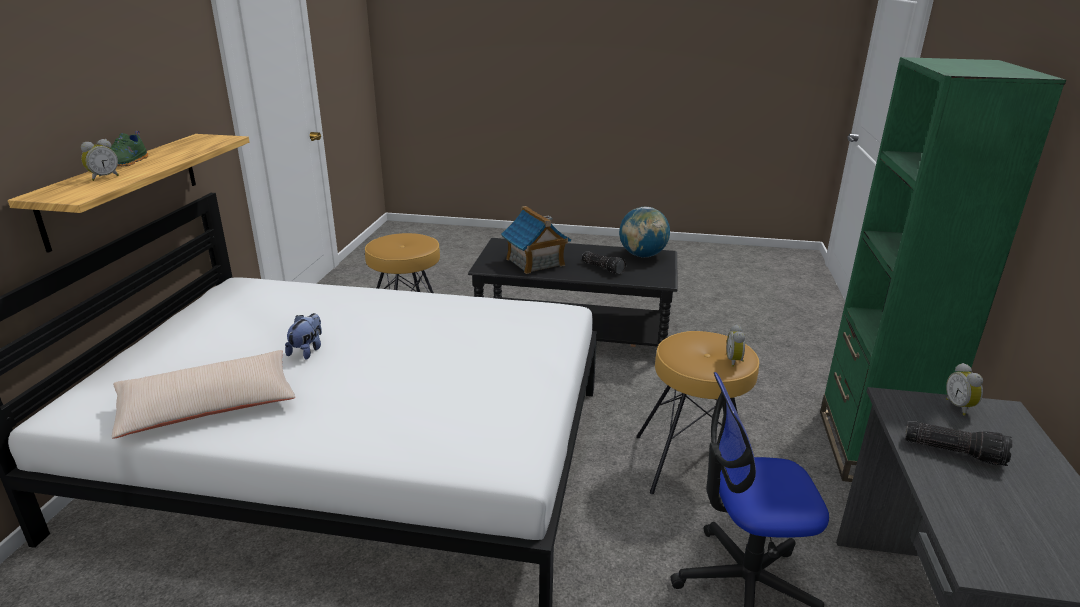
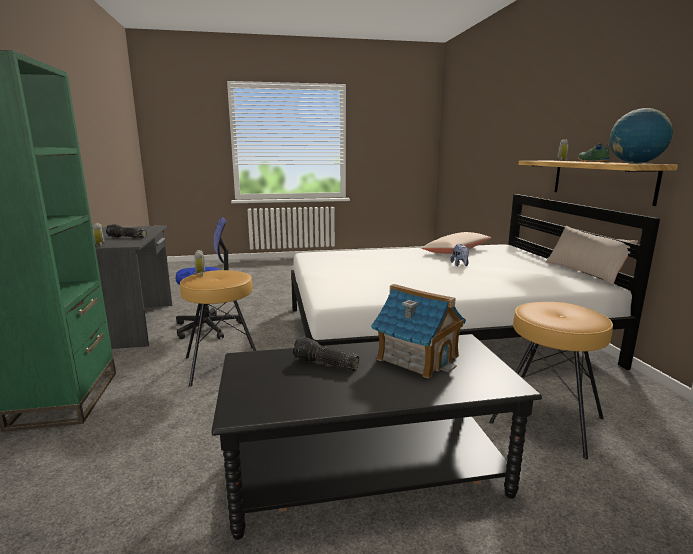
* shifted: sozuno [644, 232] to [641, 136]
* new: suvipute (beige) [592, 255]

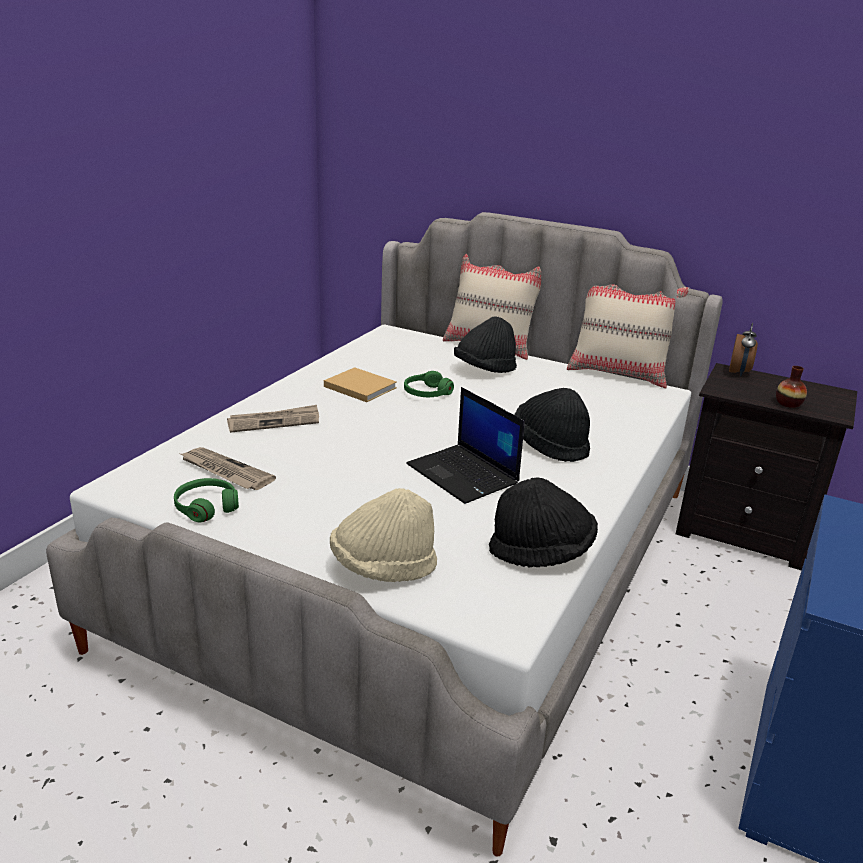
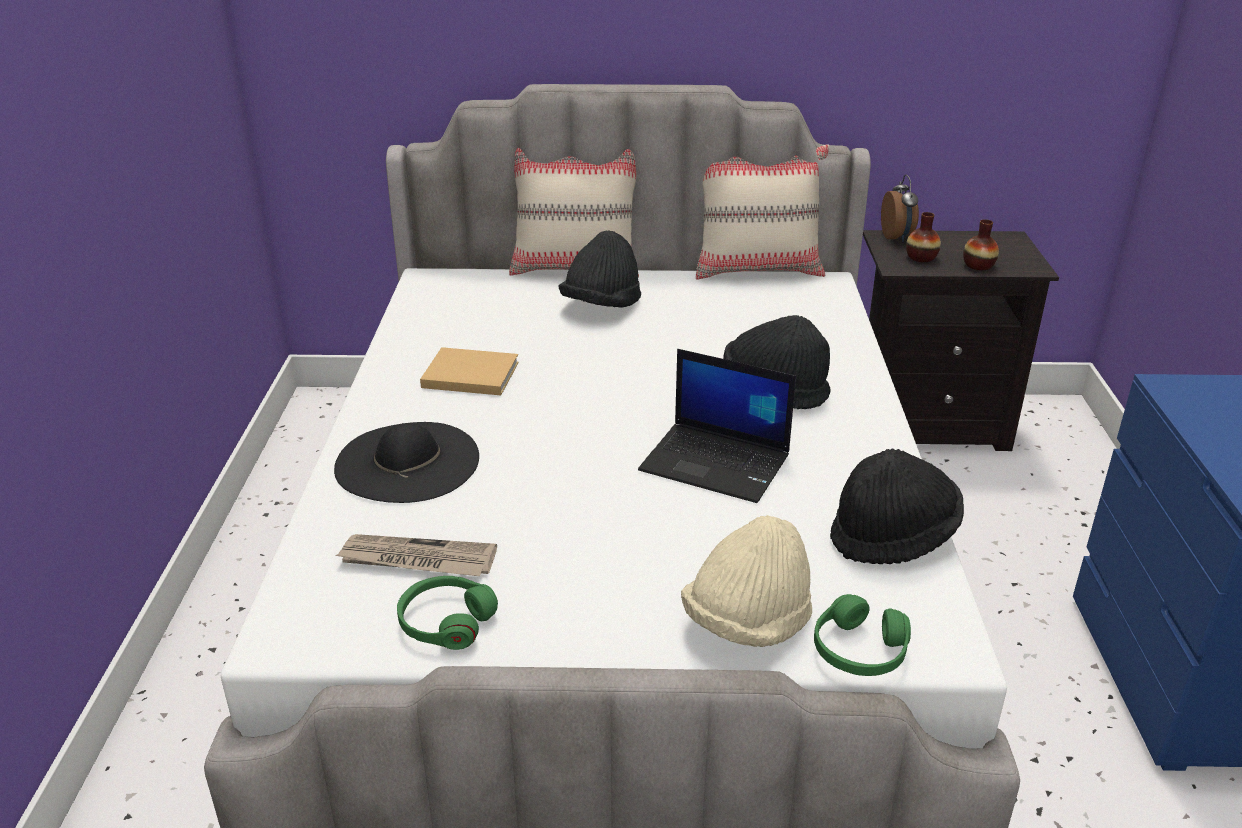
* swapped: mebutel [273, 419] to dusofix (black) [406, 462]
* shifted: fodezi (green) [429, 384] to [862, 635]
* new: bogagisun [923, 237]

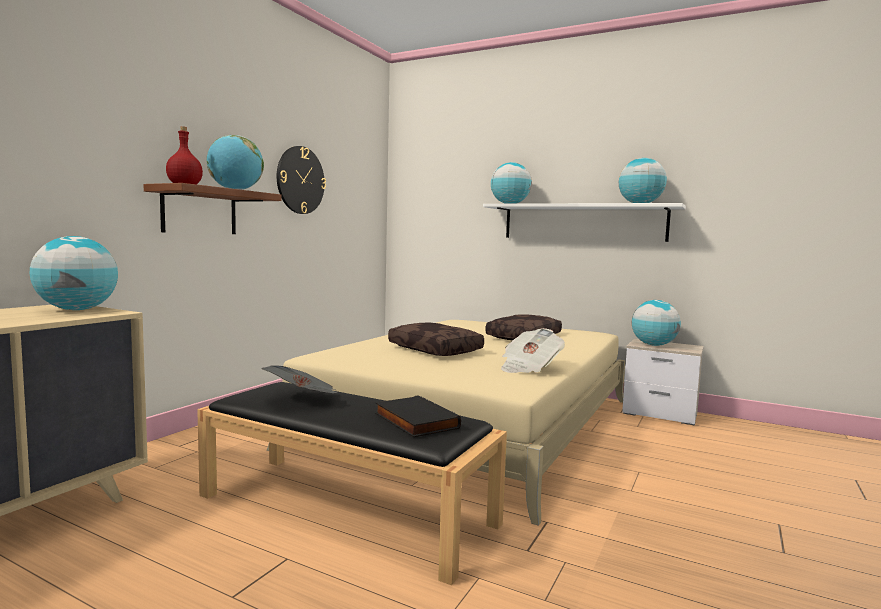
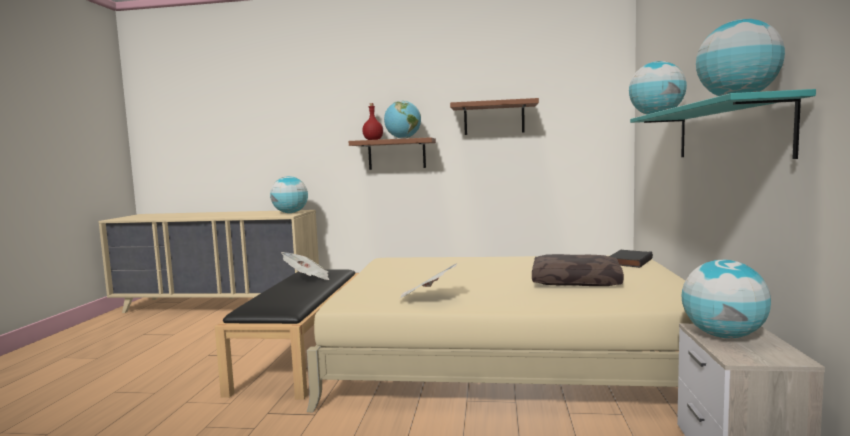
* swapped: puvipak [301, 180] to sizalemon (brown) [494, 116]
* shifted: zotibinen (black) [418, 416] to [631, 259]
* gone: suvipute (brown) [436, 339]
* repainted: sizalemon (white) [584, 222] to sizalemon (turquoise) [723, 124]

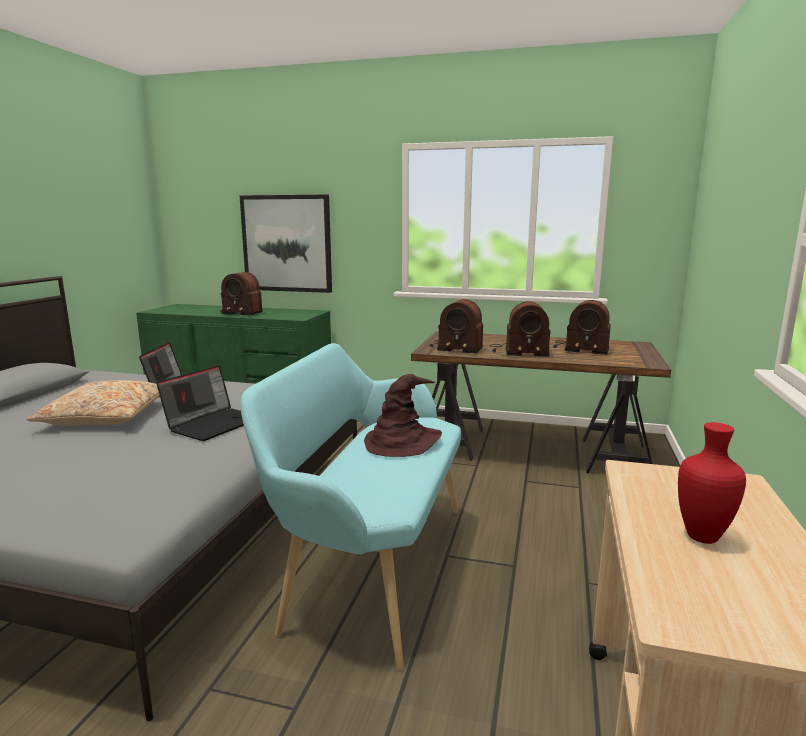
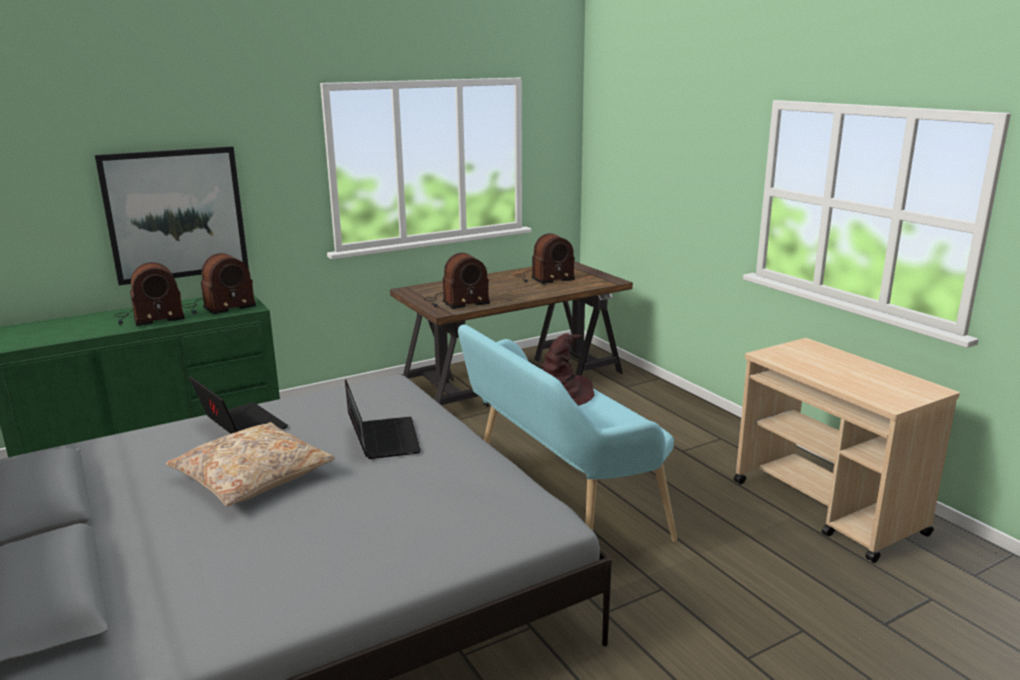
* shifted: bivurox [521, 329] to [219, 283]
* gone: bogagisun (red) [712, 483]

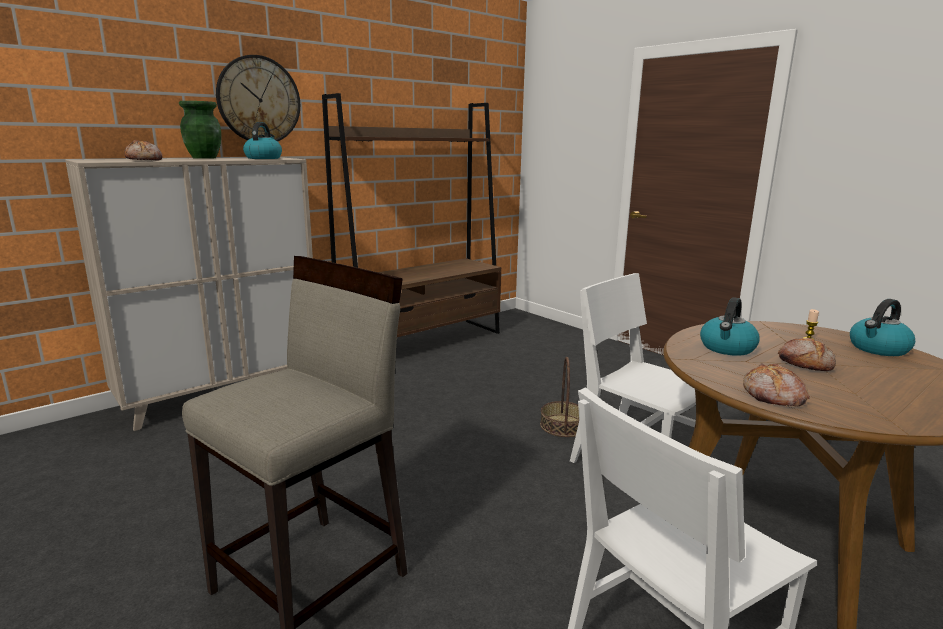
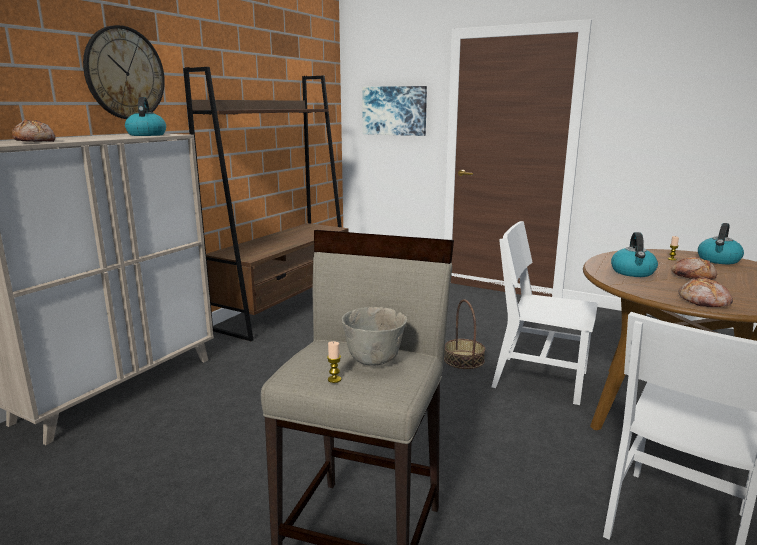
* gone: bogagisun (green) [200, 130]
* new: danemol [334, 362]
* new: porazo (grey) [374, 336]
* new: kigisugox [394, 111]

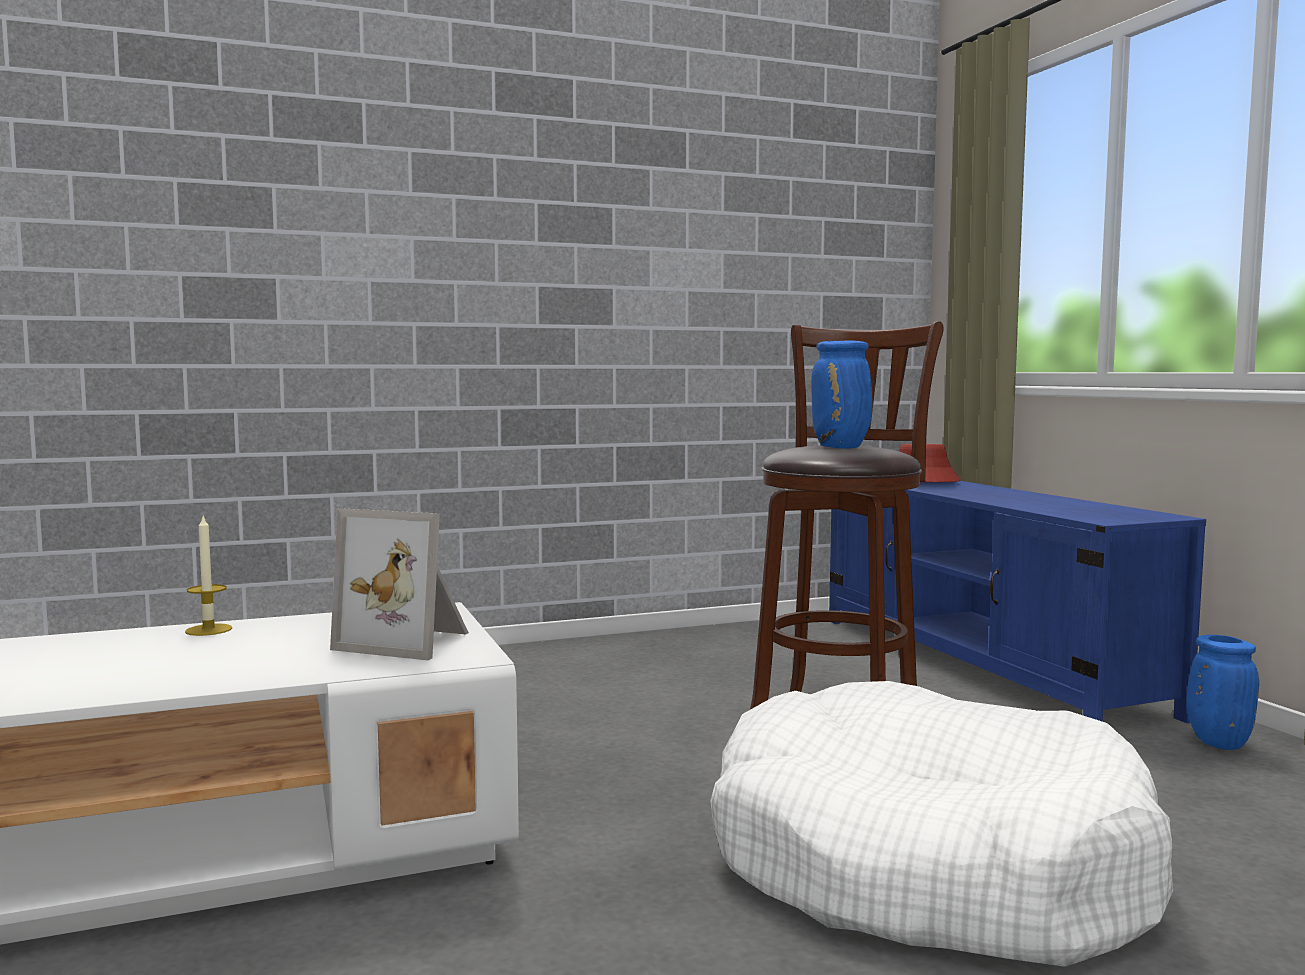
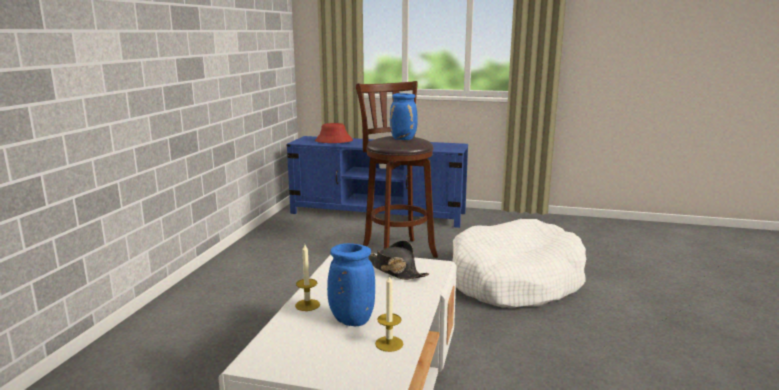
* swapped: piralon [399, 584] to dusofix (black) [398, 260]
* shifted: bogagisun (blue) [1222, 692] to [351, 284]
* new: danemol [389, 313]

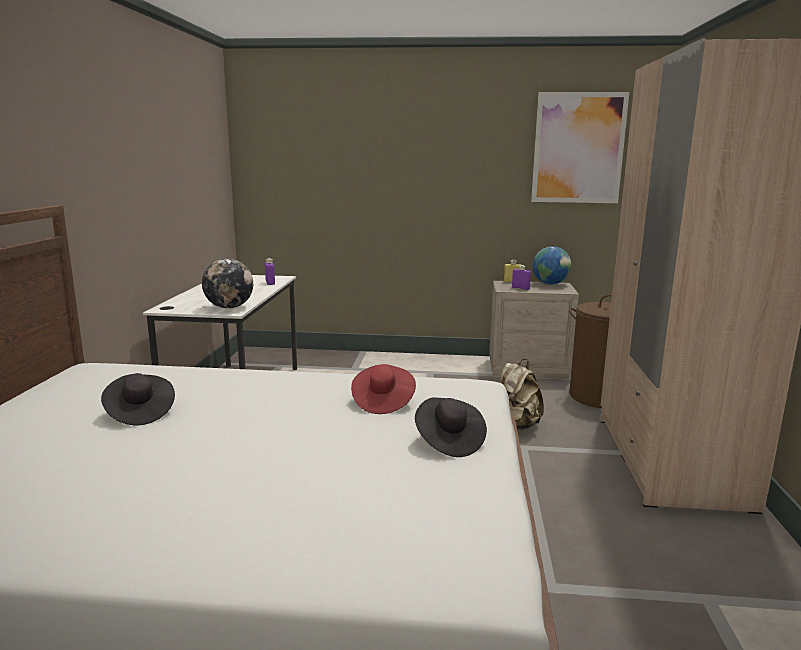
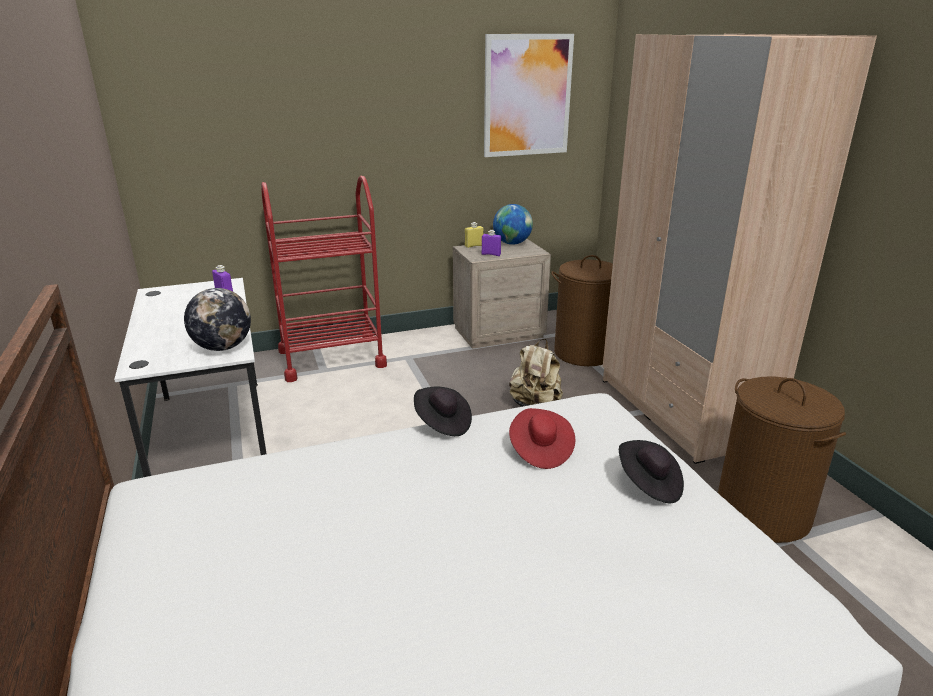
* shifted: dusofix (black) [138, 399] to [443, 411]
* new: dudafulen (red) [324, 279]
* new: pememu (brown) [782, 459]

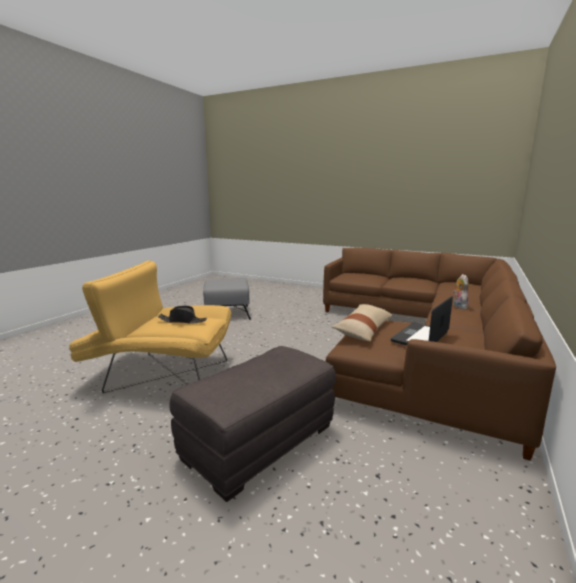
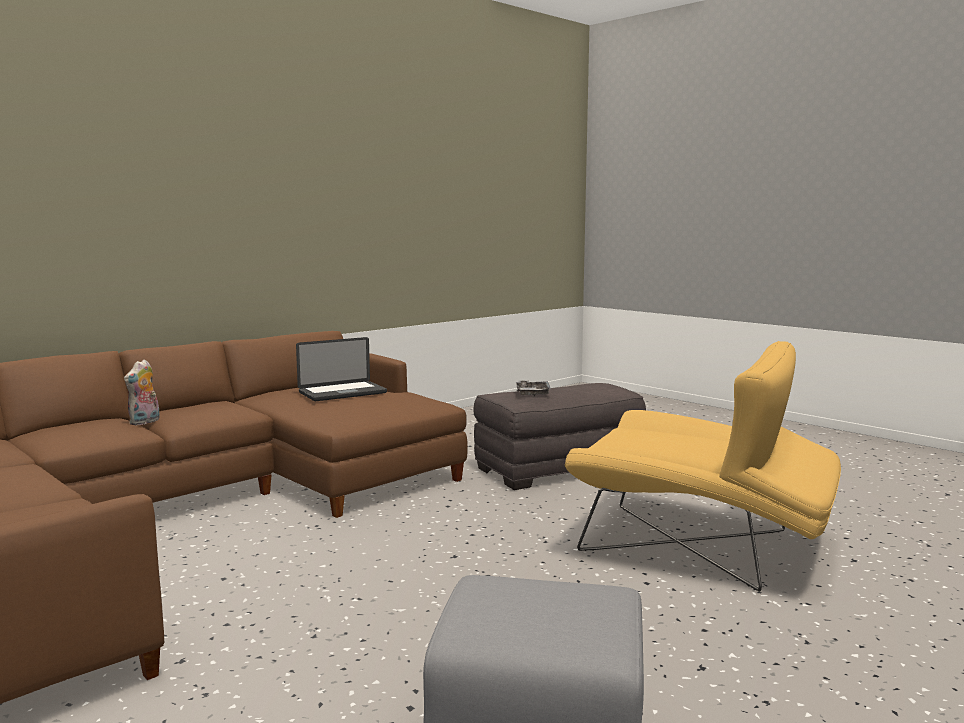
* gone: dusofix (black) [182, 315]
* gone: suvipute (beige) [362, 323]
* new: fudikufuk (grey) [533, 388]

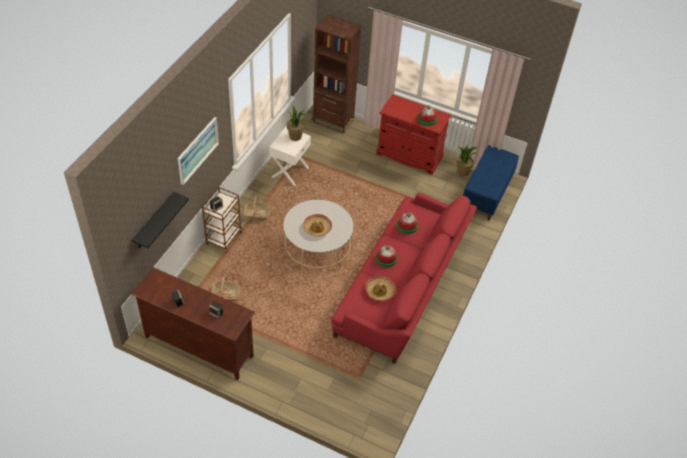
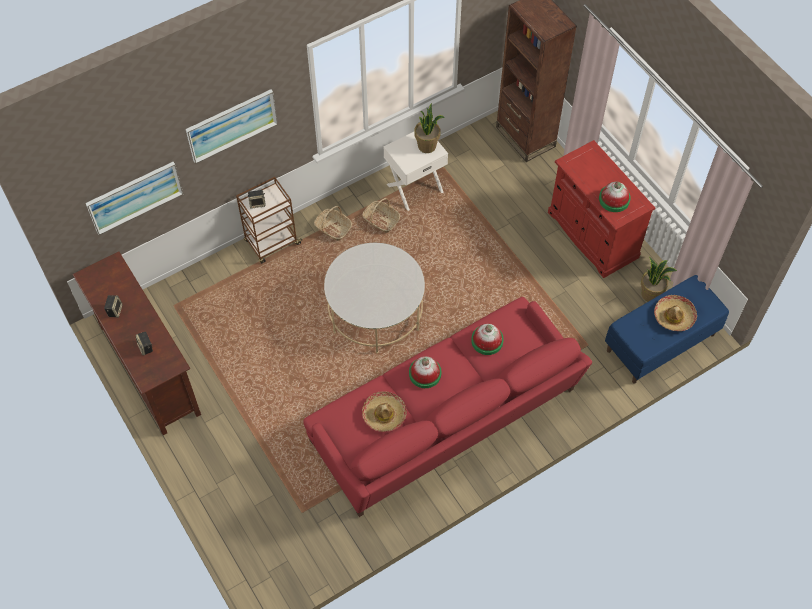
* swapped: sizalemon (black) [160, 220] to kigisugox [134, 198]
* shifted: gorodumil [225, 288] to [381, 215]
* shifted: dusofix [317, 225] to [675, 313]

